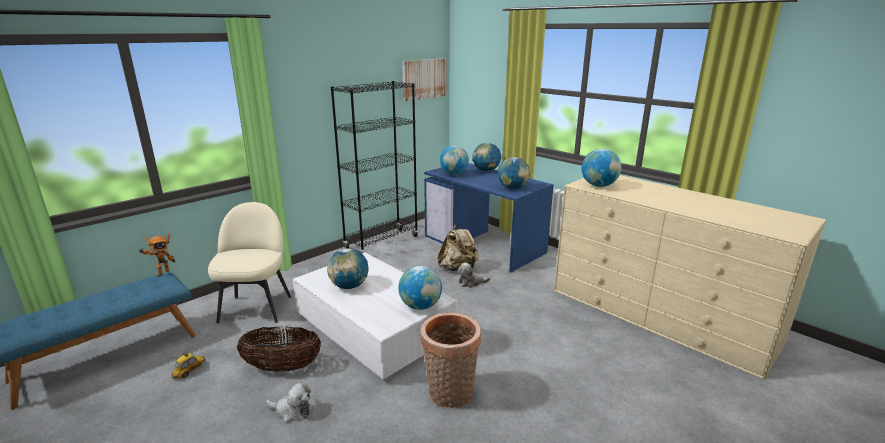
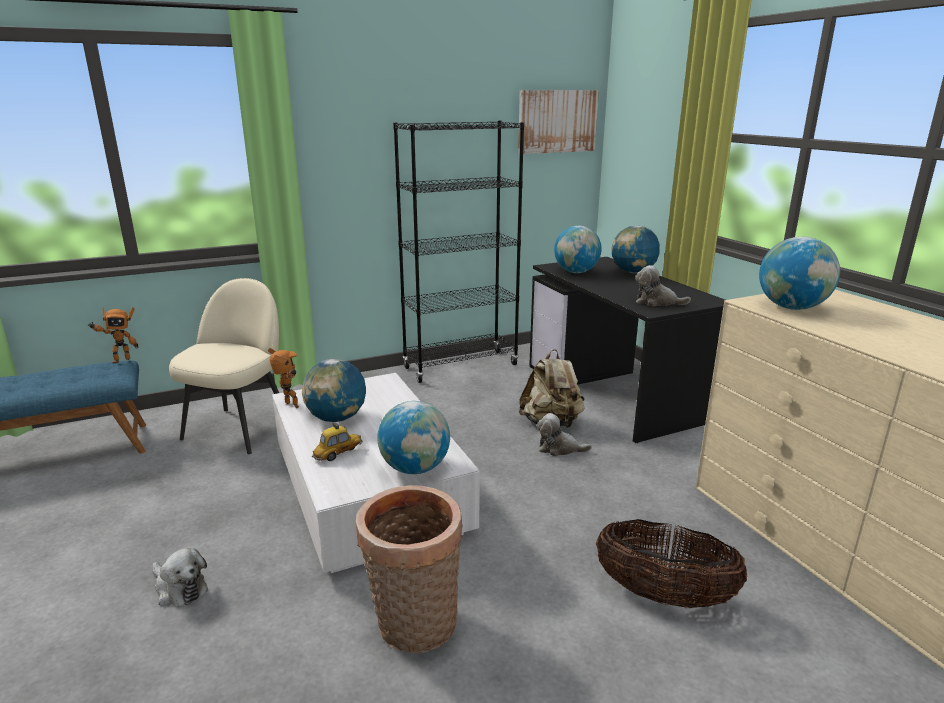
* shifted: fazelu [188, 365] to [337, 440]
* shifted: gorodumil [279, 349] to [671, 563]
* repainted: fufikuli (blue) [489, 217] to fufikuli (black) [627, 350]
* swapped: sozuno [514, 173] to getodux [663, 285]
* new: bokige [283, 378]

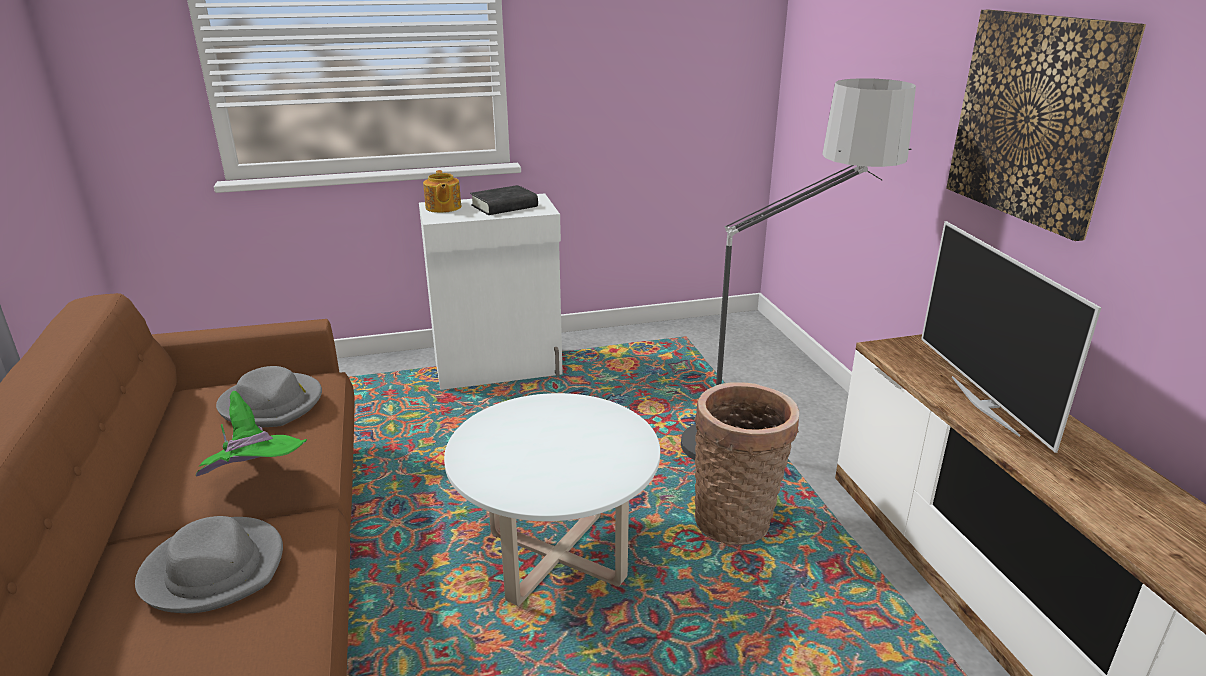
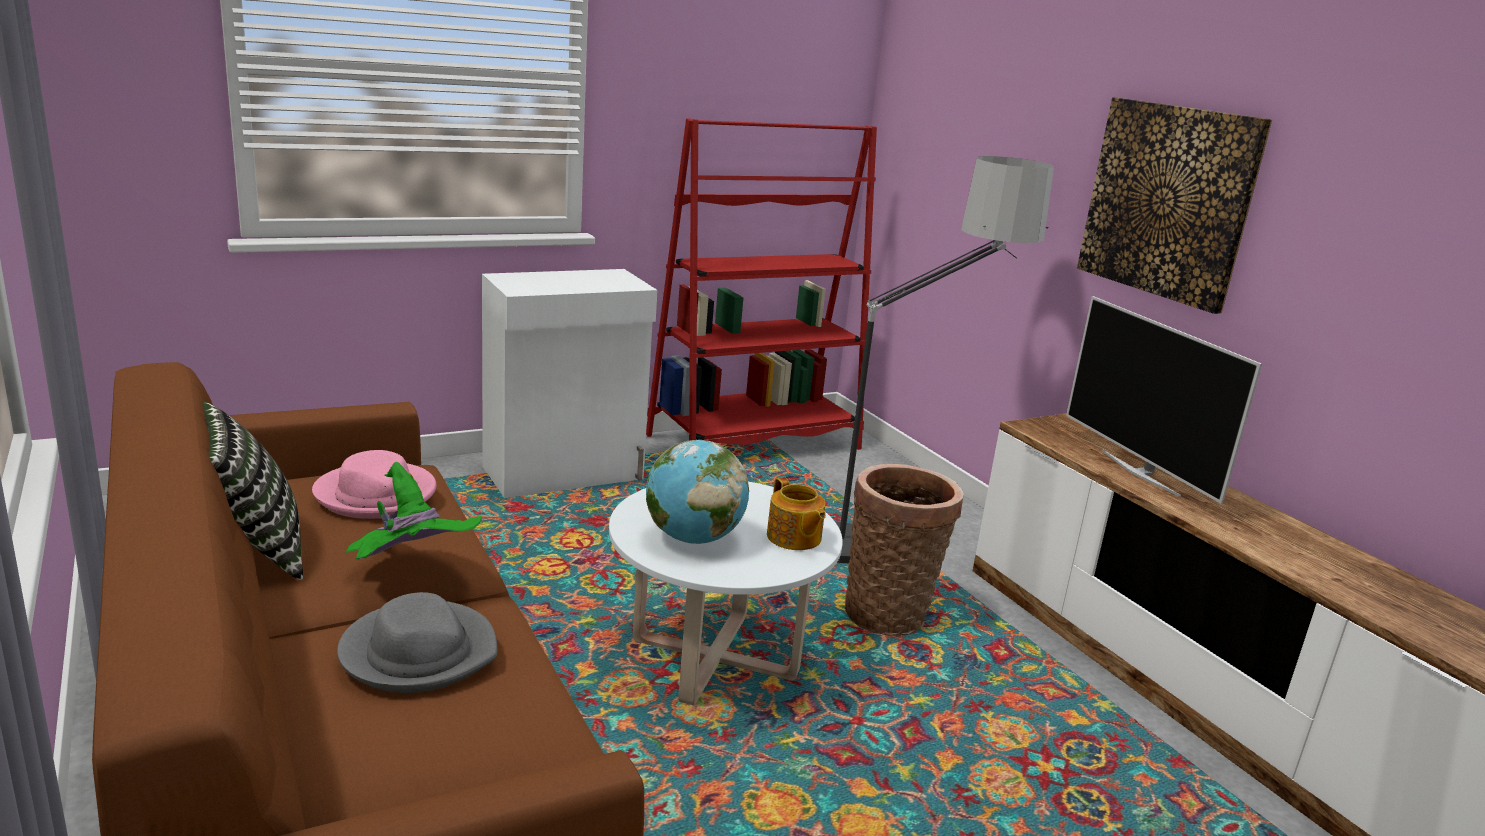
* repainted: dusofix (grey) [269, 396] to dusofix (pink) [374, 484]
* shifted: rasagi [442, 191] to [796, 513]
* gone: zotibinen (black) [504, 200]
* new: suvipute [252, 490]
* new: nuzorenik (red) [761, 284]
* new: sozuno [697, 492]

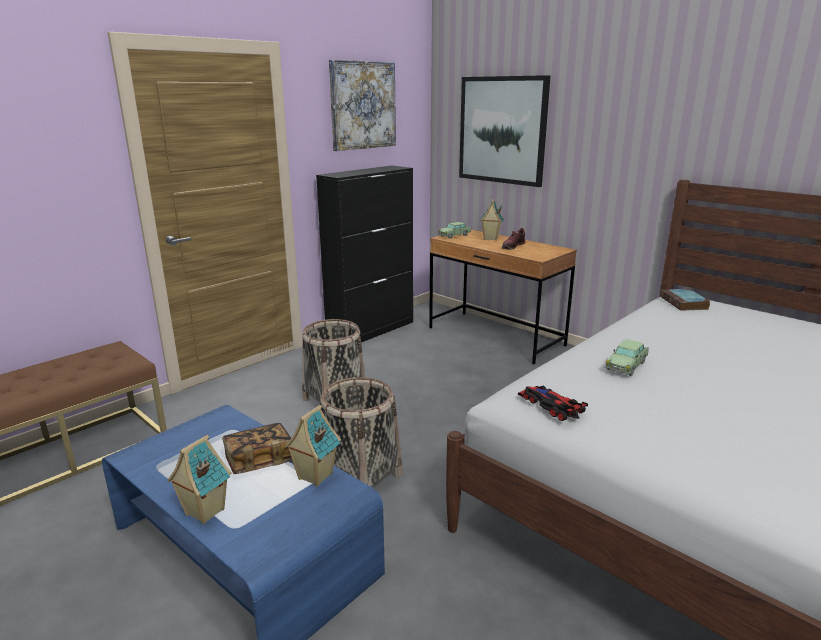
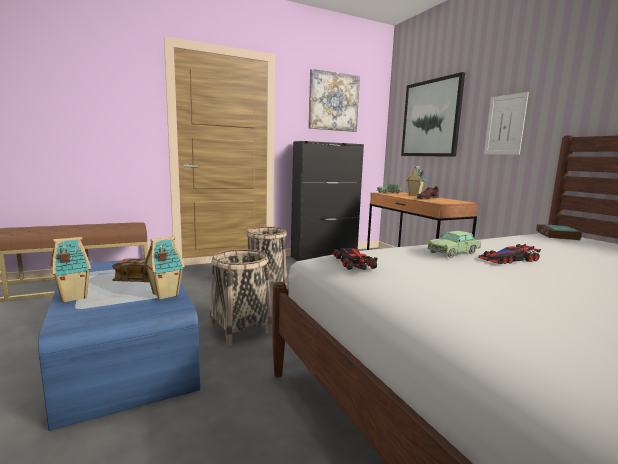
* new: fazelu [509, 254]
* new: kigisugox [506, 123]

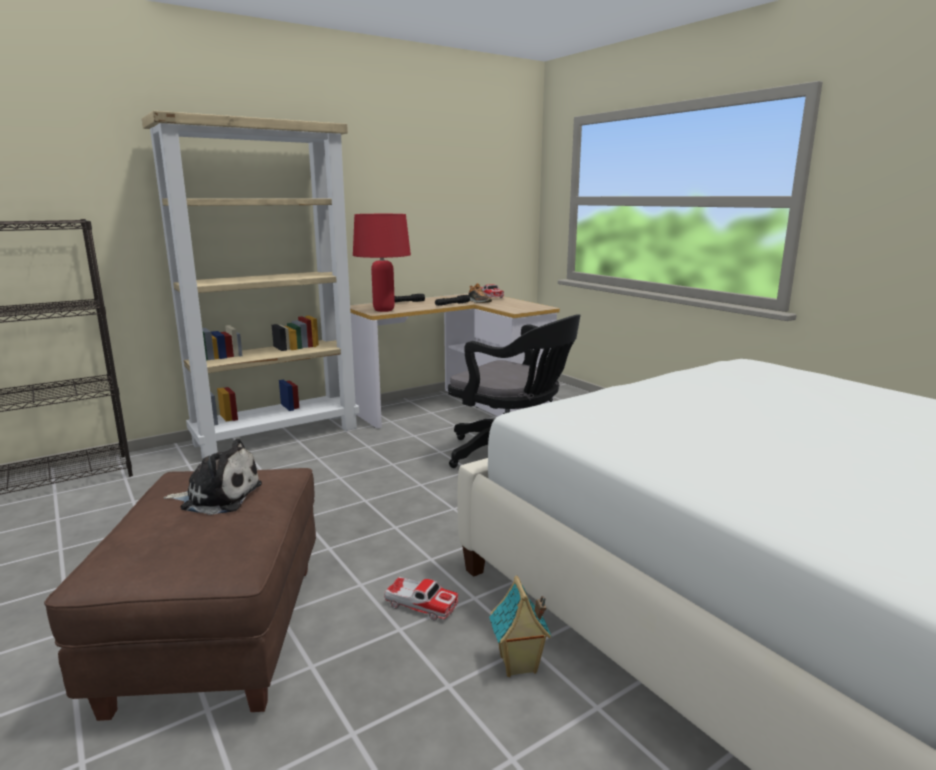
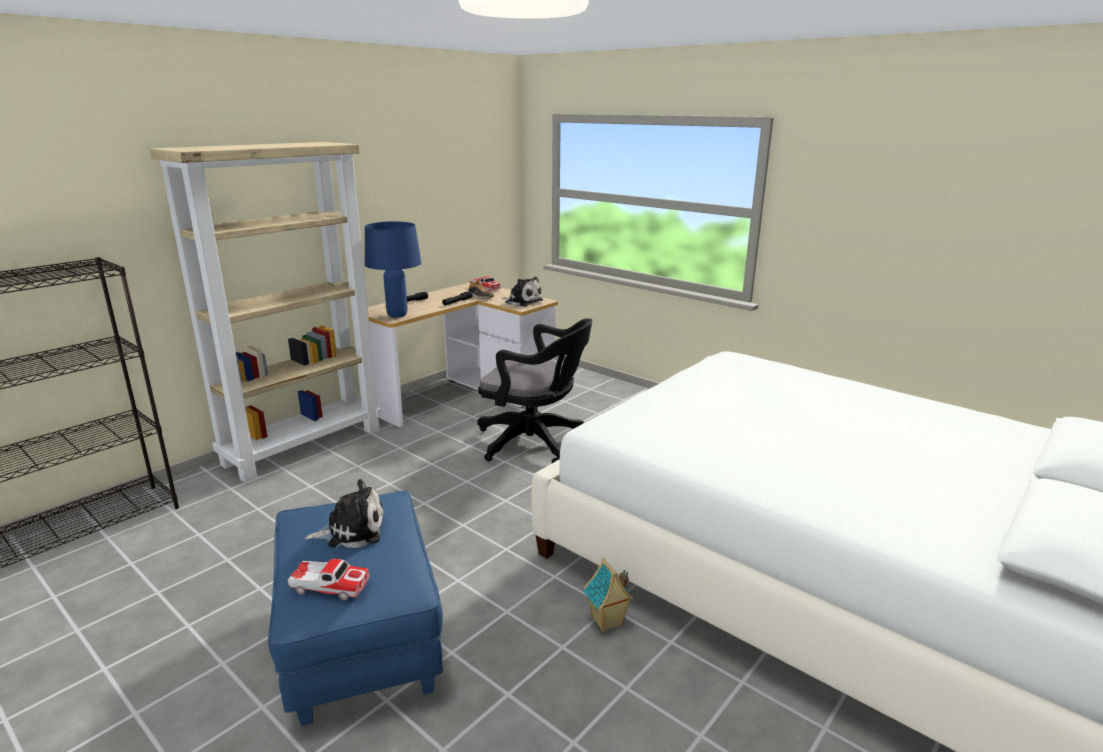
* repainted: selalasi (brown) [180, 594] to selalasi (blue) [355, 608]
* repainted: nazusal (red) [382, 263] to nazusal (blue) [393, 269]
* shifted: fazelu [421, 599] to [328, 579]
* new: getodux [522, 291]

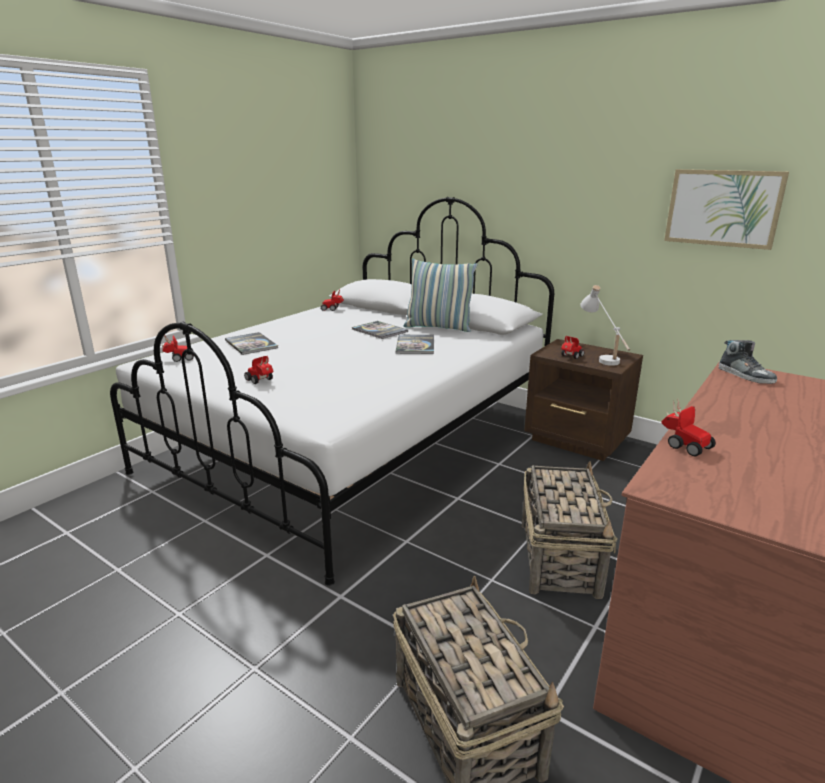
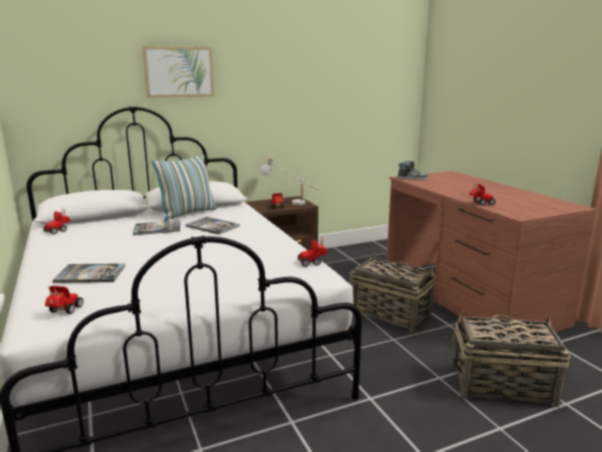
* shifted: fazelu [258, 370] to [313, 252]
* shifted: kigisugox [726, 209] to [178, 72]

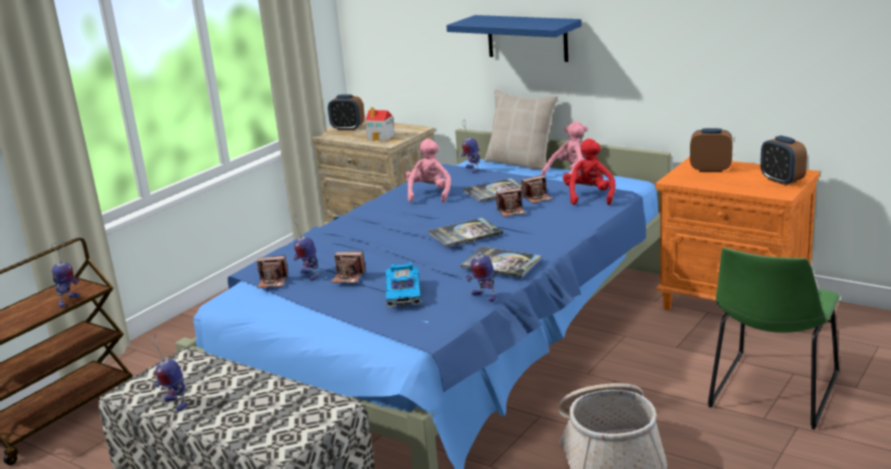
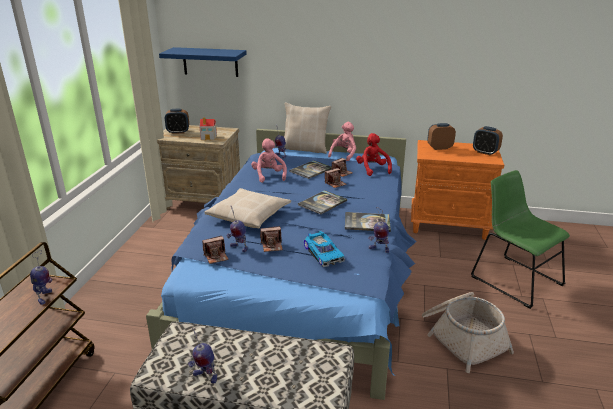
* shifted: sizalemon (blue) [514, 38] to [203, 62]
* rotated: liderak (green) [774, 338] = [520, 239] 135 degrees clockwise
* new: suvipute (beige) [247, 208]

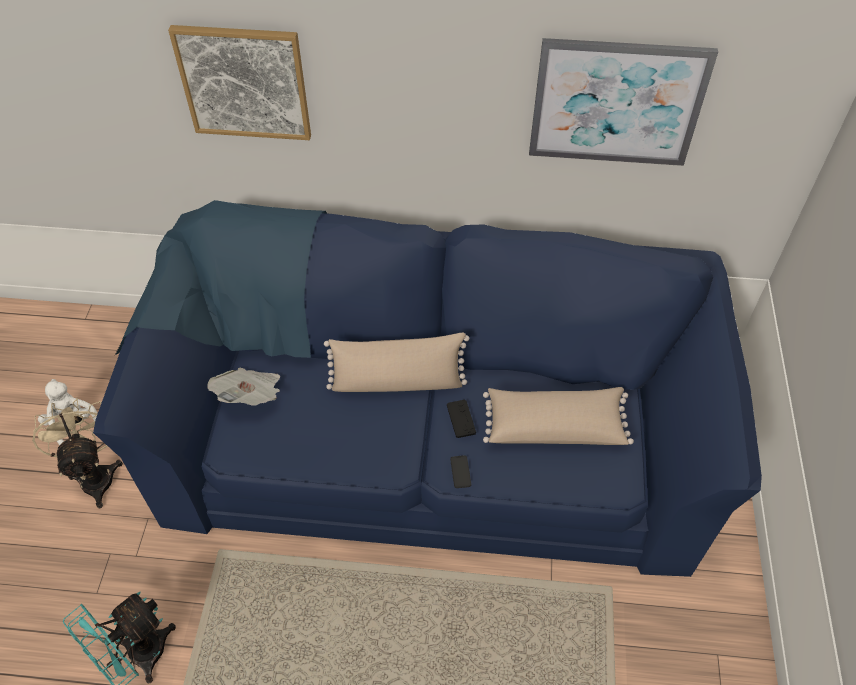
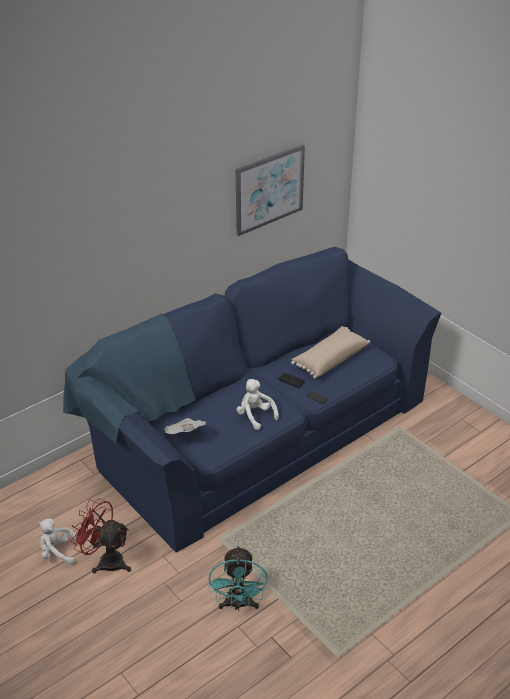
* repainted: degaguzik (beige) [77, 453] to degaguzik (red) [100, 536]
* gone: kigisugox [239, 82]
* gone: suvipute (beige) [396, 362]
* new: getodux (white) [258, 404]

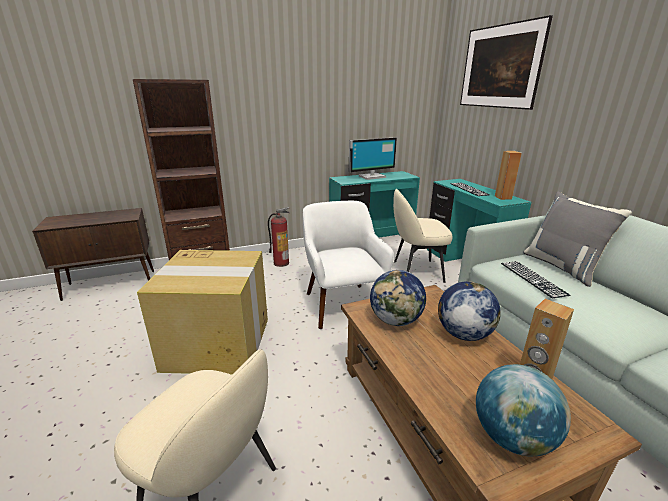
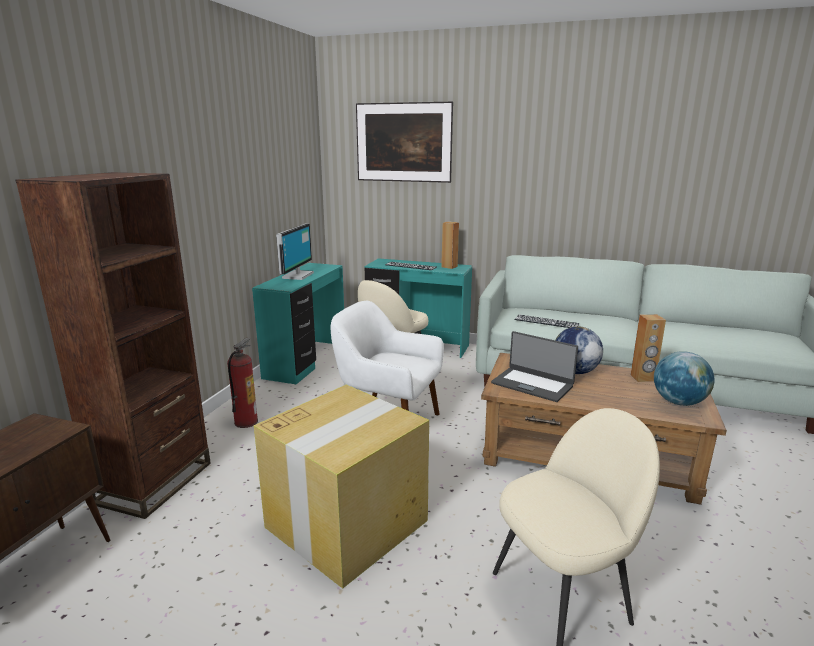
* swapped: sozuno [398, 298] to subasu [534, 366]
* gone: suvipute (grey) [577, 239]

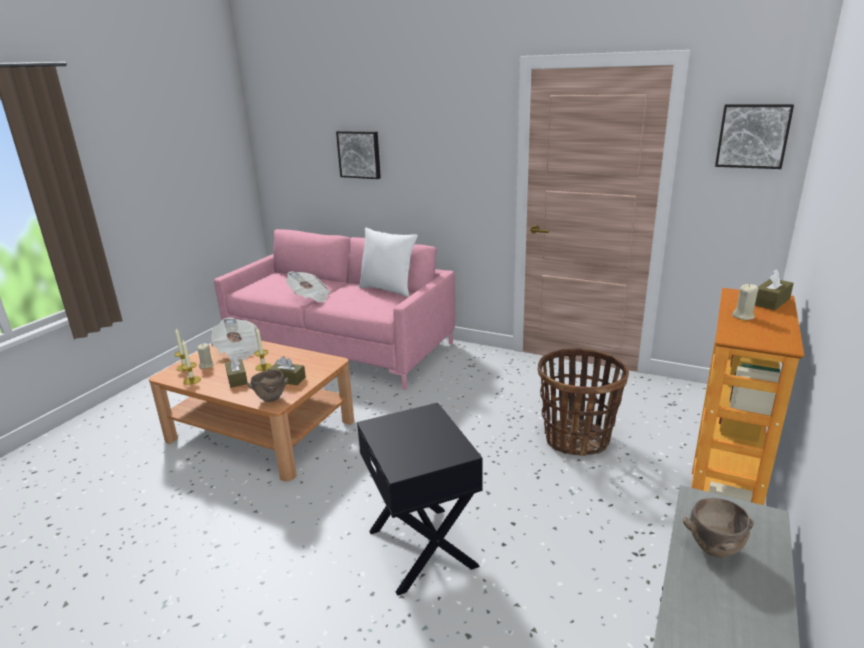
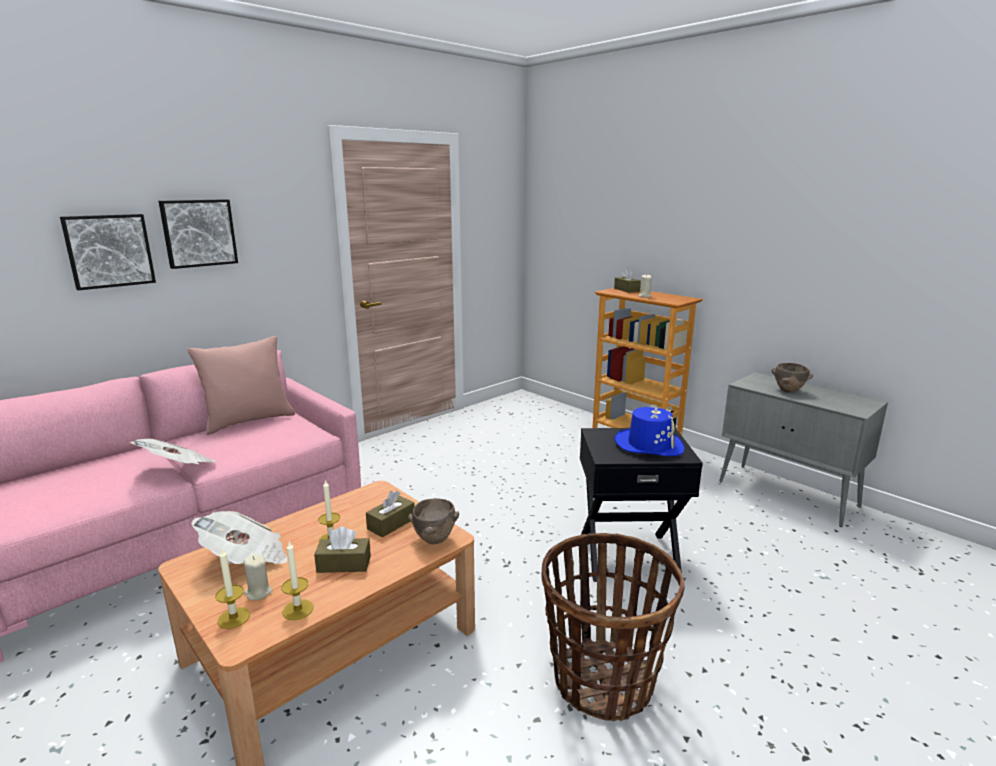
* repainted: suvipute (white) [388, 262] to suvipute (pink) [241, 385]
* shifted: gorodumil [583, 402] to [613, 627]
* shifted: kigisugox [754, 136] to [198, 234]
* new: dusofix (blue) [649, 430]

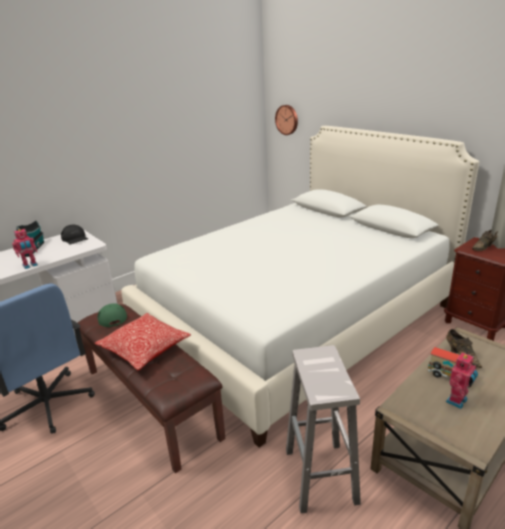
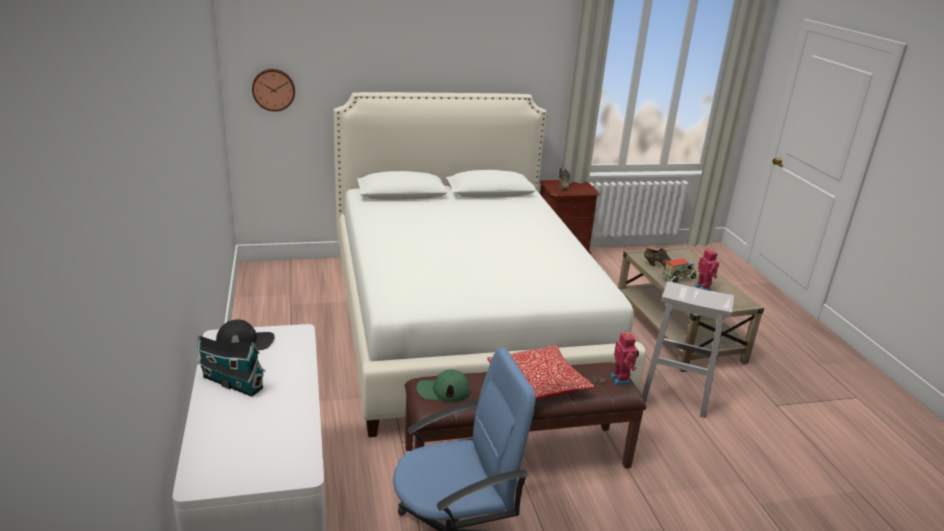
* shifted: bokige [25, 249] to [624, 357]

